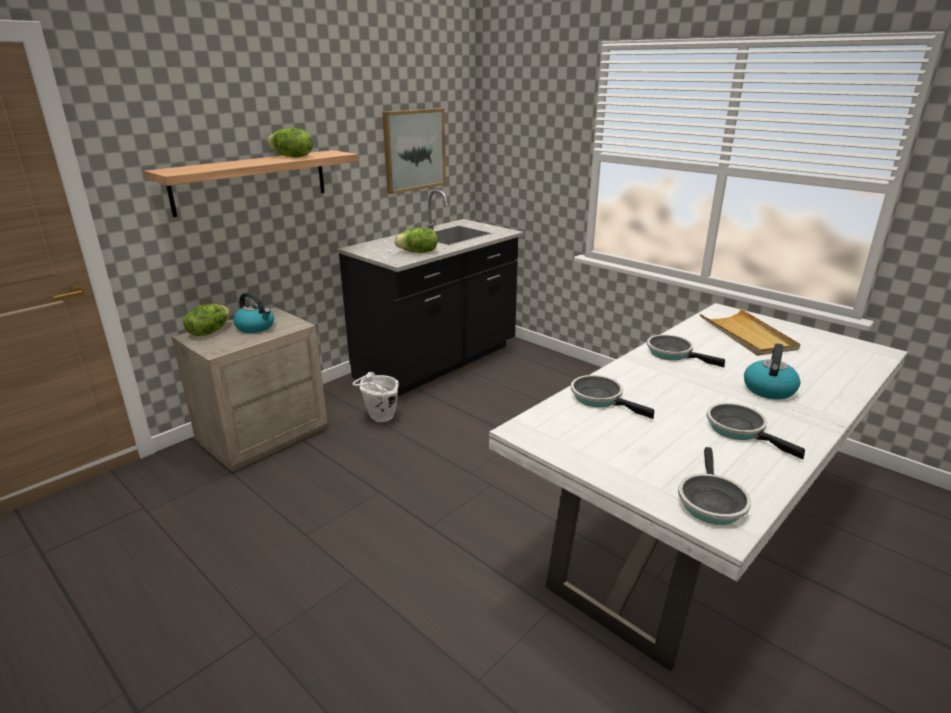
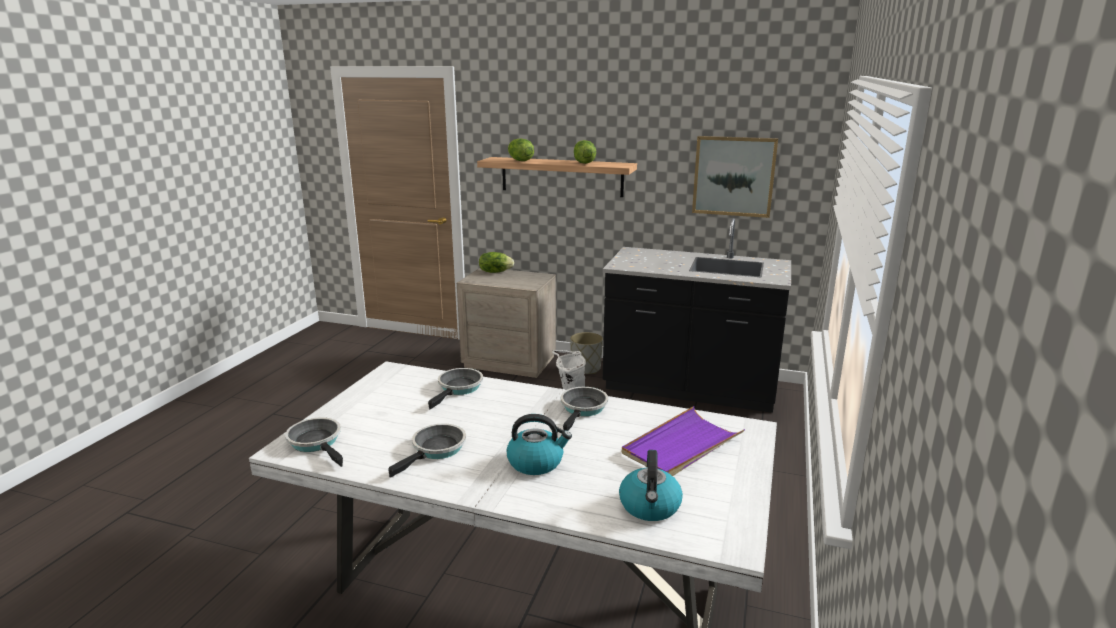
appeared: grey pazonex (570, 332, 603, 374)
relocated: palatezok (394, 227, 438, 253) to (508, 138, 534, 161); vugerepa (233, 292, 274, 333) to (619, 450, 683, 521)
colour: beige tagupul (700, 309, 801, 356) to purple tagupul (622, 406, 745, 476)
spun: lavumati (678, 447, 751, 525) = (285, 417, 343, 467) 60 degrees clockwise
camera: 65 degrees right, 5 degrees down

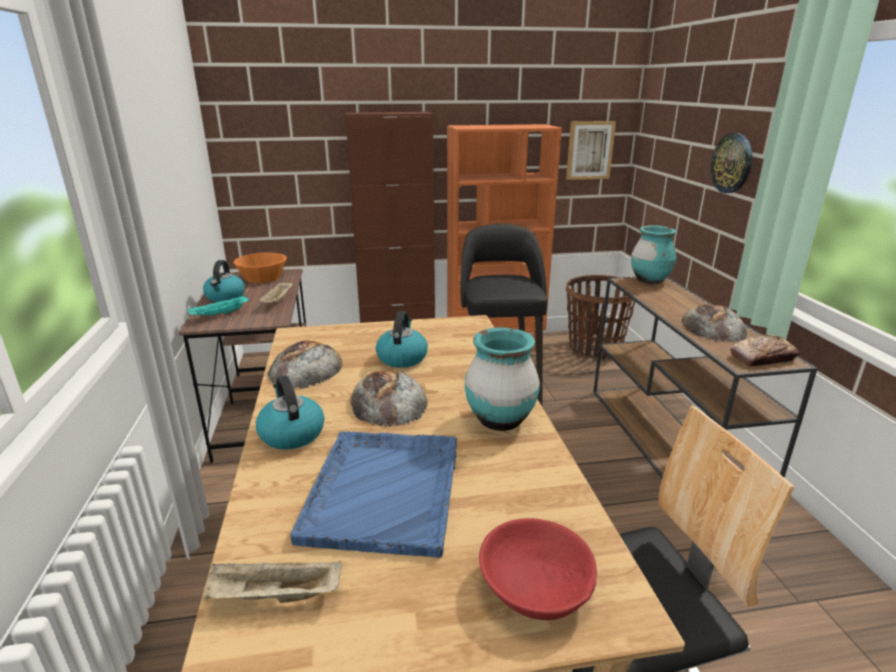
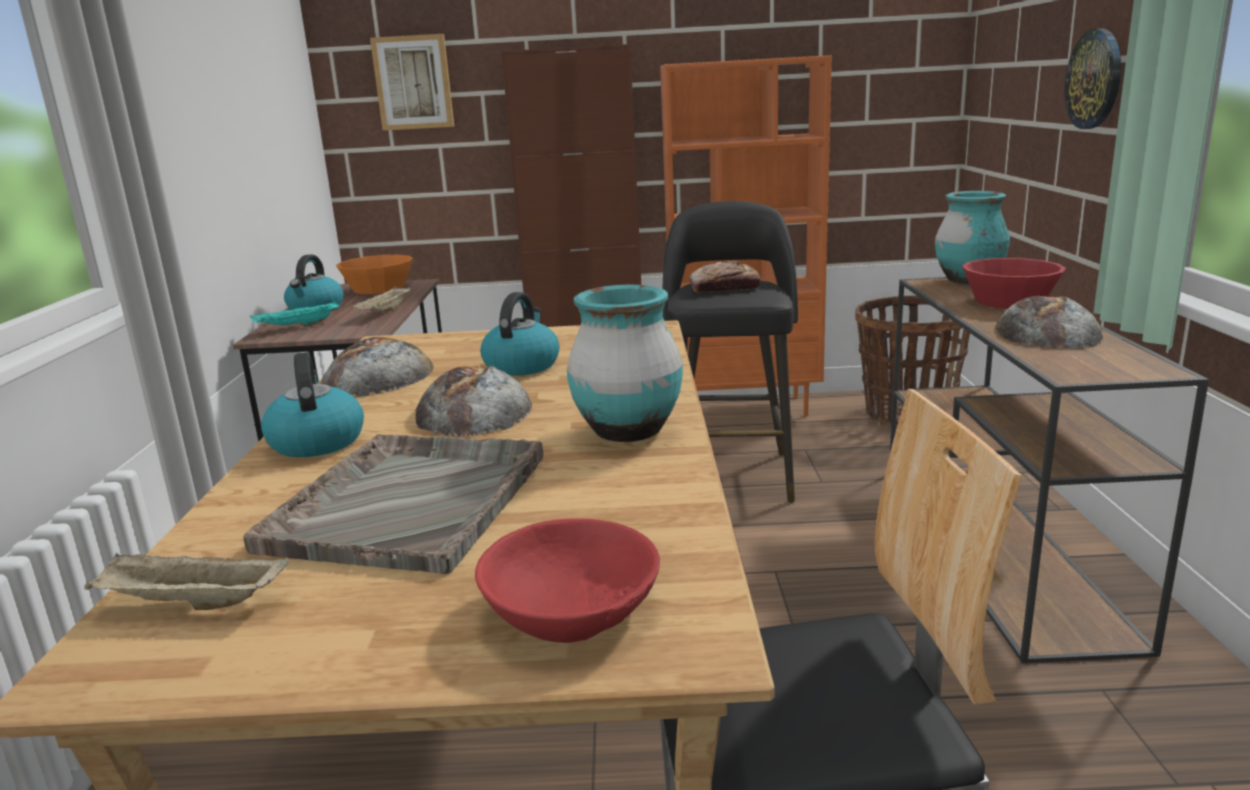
appeared: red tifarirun (962, 258, 1066, 309)
relocated: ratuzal (566, 121, 616, 180) to (370, 34, 454, 131); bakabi (730, 334, 799, 366) to (689, 261, 761, 293)
colour: blue tagupul (290, 431, 457, 558) to grey tagupul (243, 434, 543, 574)
camera: 10 degrees right, 5 degrees down

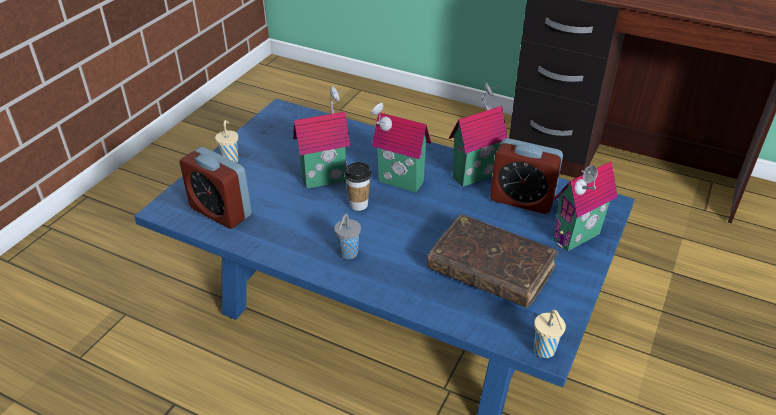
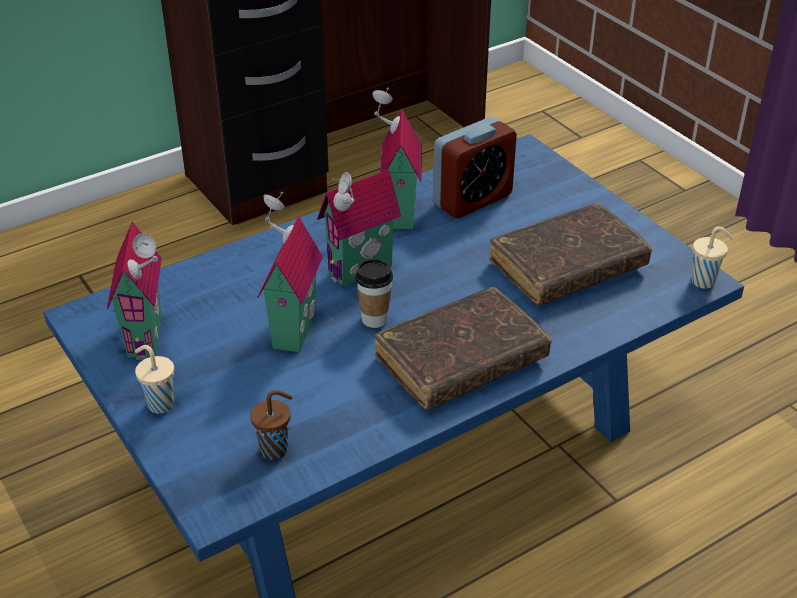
relocated: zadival (553, 161, 618, 251) to (107, 221, 162, 360)
exchanged: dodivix (180, 147, 252, 229) to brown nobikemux (250, 390, 292, 460); grey nobikemux (334, 214, 361, 259) to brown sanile (374, 287, 552, 410)
camera: 60 degrees left, 0 degrees up

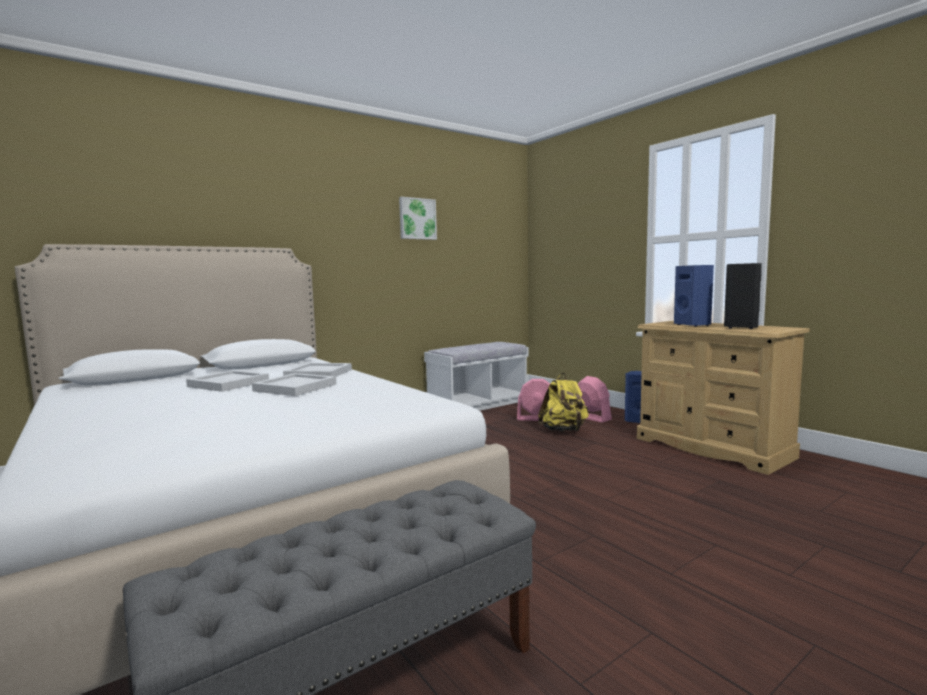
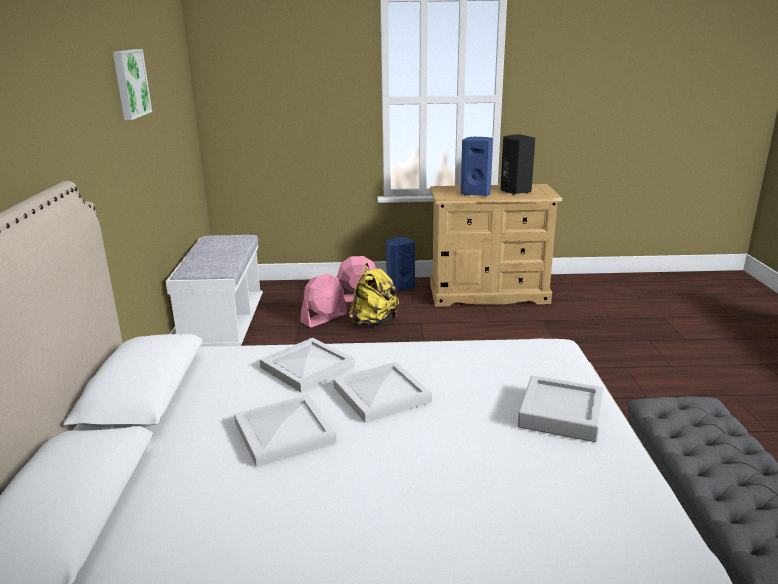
appeared: grey tagupul (518, 376, 604, 442)
camera: 55 degrees left, 15 degrees up

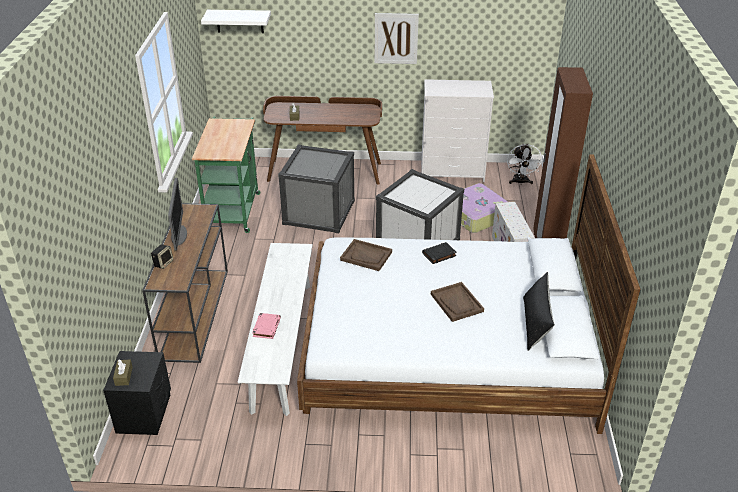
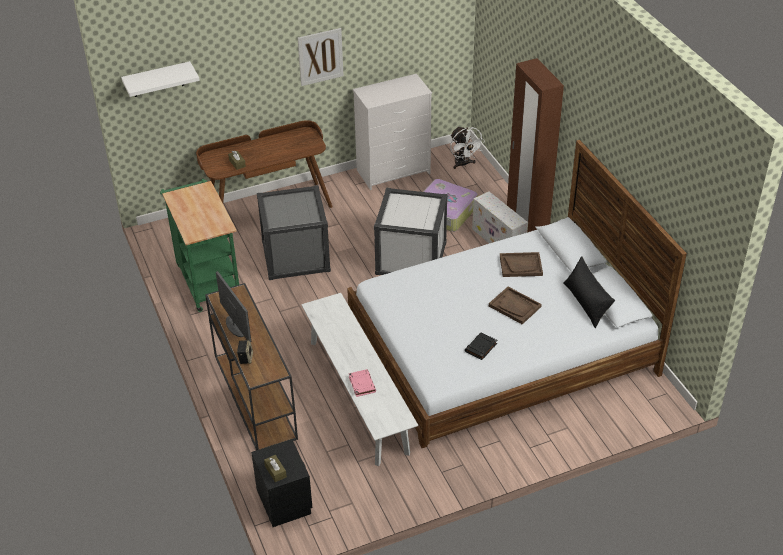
relocated: brown tagupul (340, 239, 392, 271) to (500, 252, 543, 277); black sanile (422, 242, 457, 264) to (465, 332, 497, 360)
camera: 25 degrees left, 5 degrees up

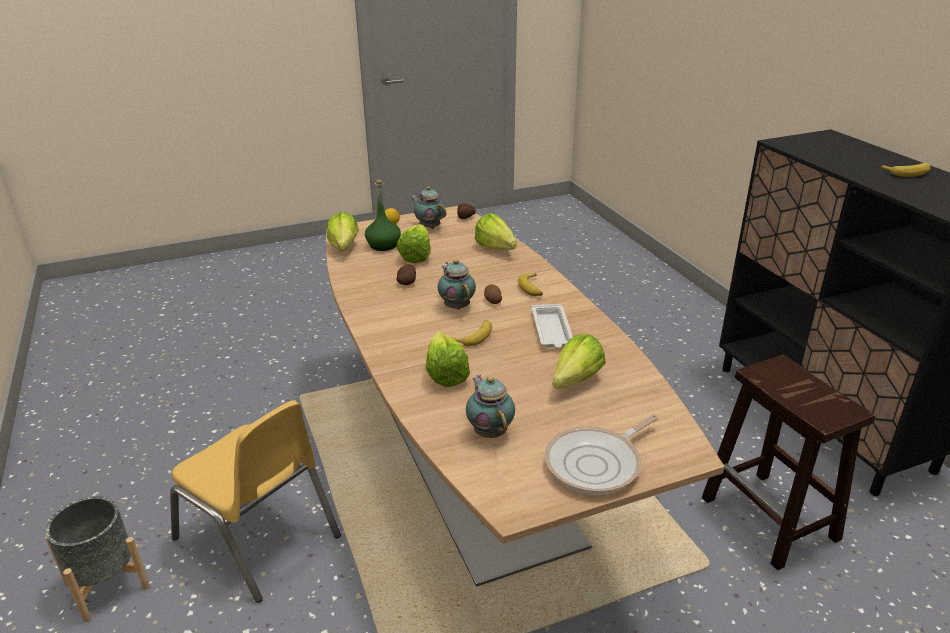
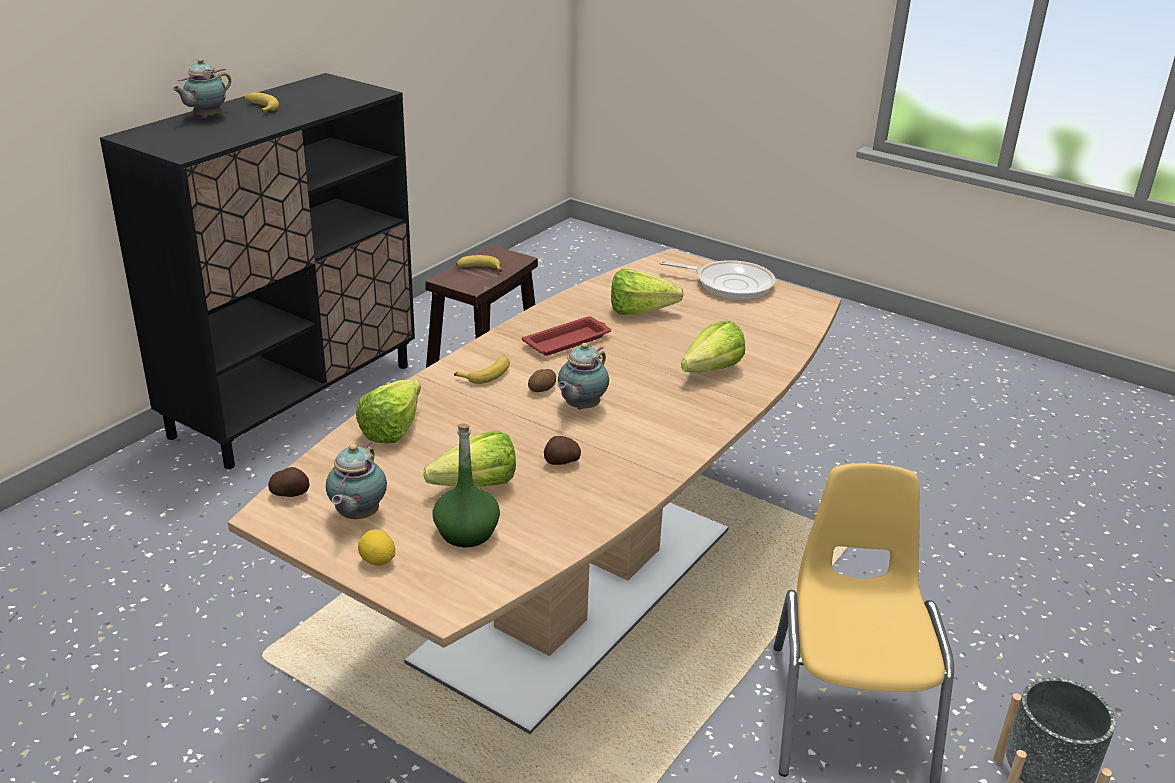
missing: palatezok (327, 212, 359, 251)
relocated: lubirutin (453, 320, 492, 346) to (456, 255, 502, 272); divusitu (466, 374, 515, 438) to (172, 59, 231, 118)
colour: white tagupul (531, 304, 573, 348) to red tagupul (522, 316, 611, 356)
camera: 125 degrees left, 0 degrees up

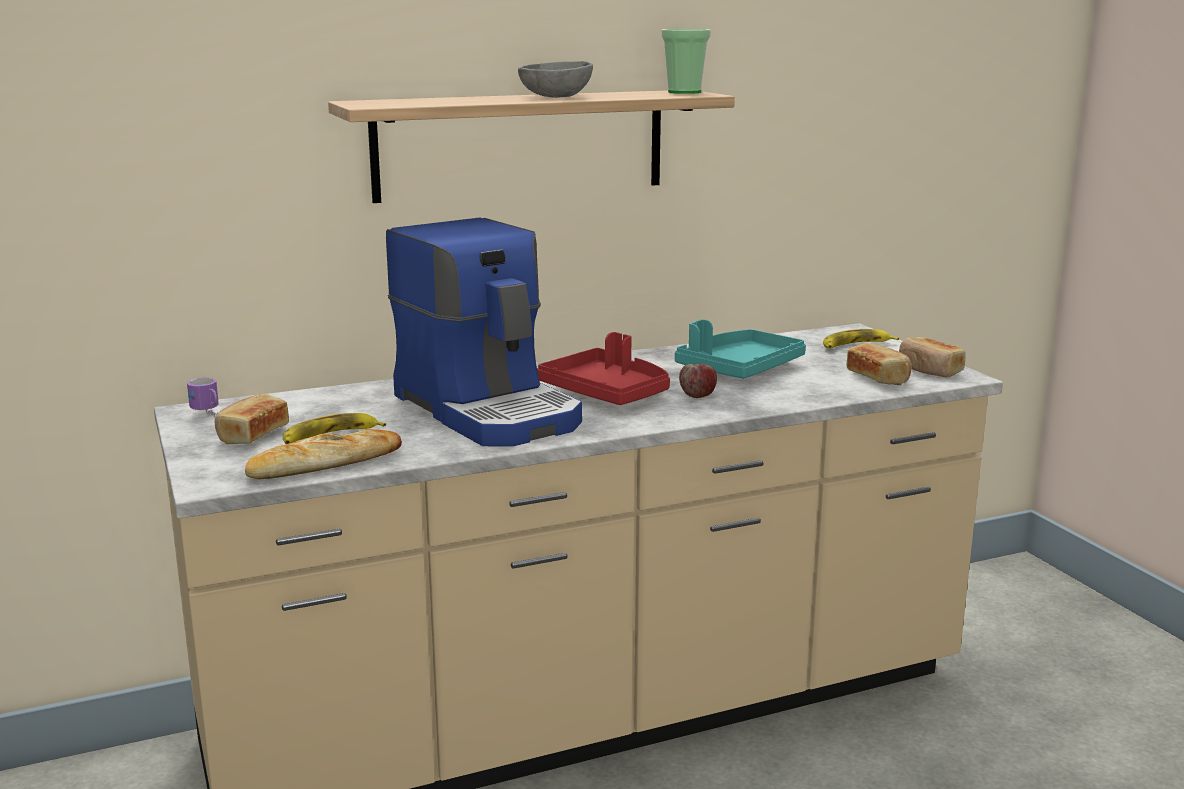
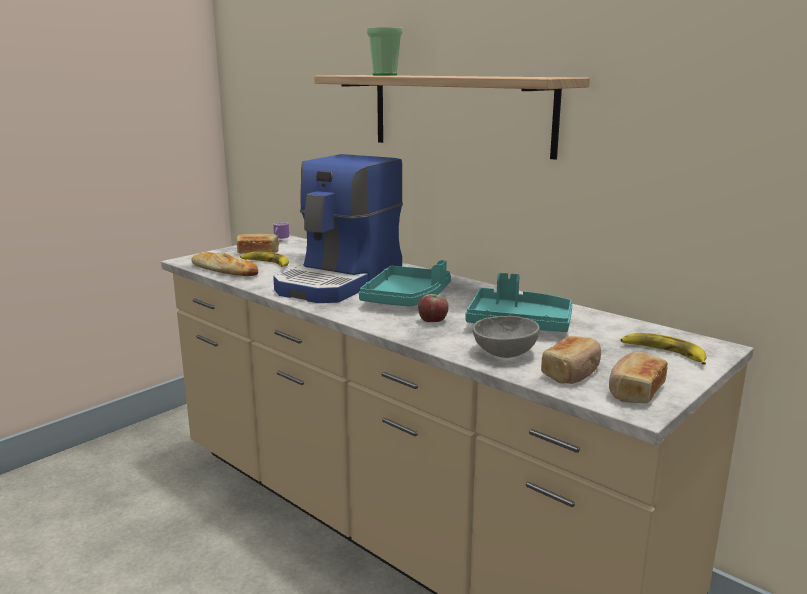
relocated: nobikemux (662, 29, 711, 94) to (366, 27, 403, 75); grey tifarirun (518, 61, 593, 98) to (473, 316, 540, 358)
colour: red tagupul (537, 332, 670, 405) to turquoise tagupul (359, 260, 451, 306)
camera: 65 degrees right, 0 degrees up

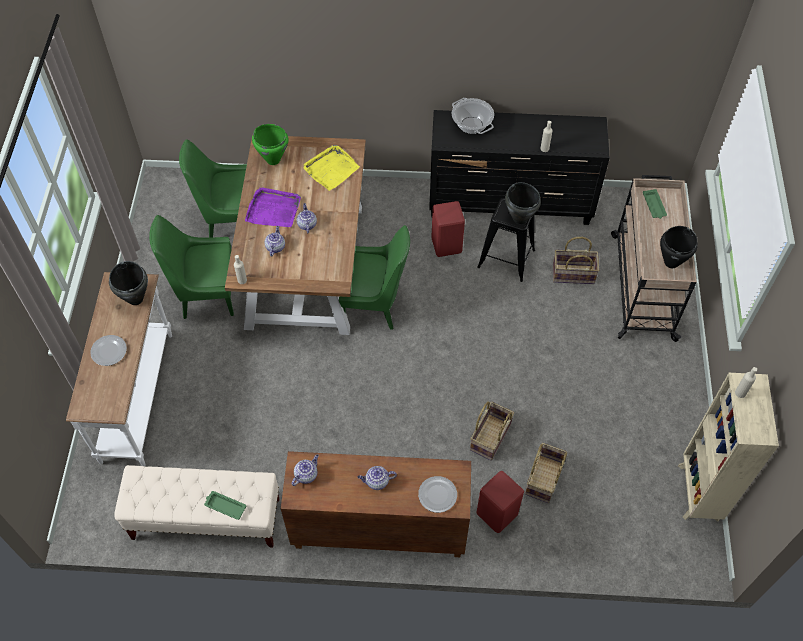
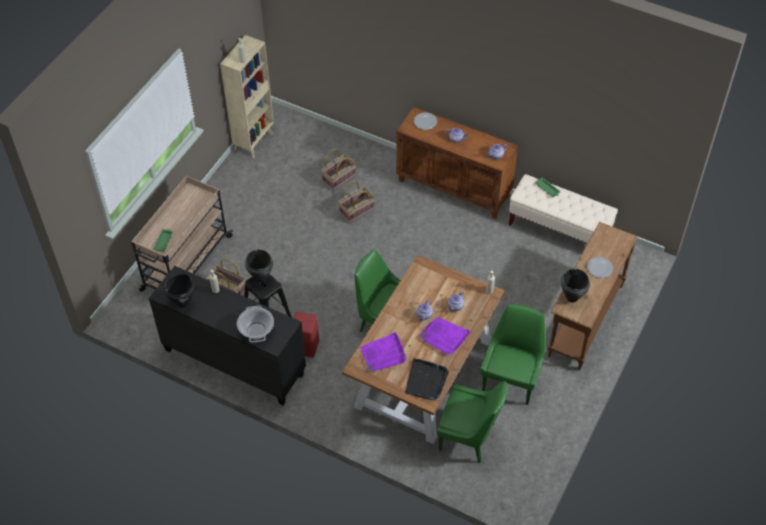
missing: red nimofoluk (476, 471, 524, 533)
relocated: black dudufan (660, 226, 698, 268) to (164, 274, 195, 308)
exchanged: green dudufan (252, 124, 289, 165) to black tagupul (405, 358, 449, 400)
colour: yellow tagupul (304, 145, 360, 191) to purple tagupul (360, 332, 406, 371); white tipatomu (66, 272, 172, 466) to brown tipatomu (548, 222, 638, 370)
spun: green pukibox (149, 215, 234, 319) = (480, 304, 546, 405) 90 degrees counterclockwise
camera: 155 degrees left, 5 degrees down

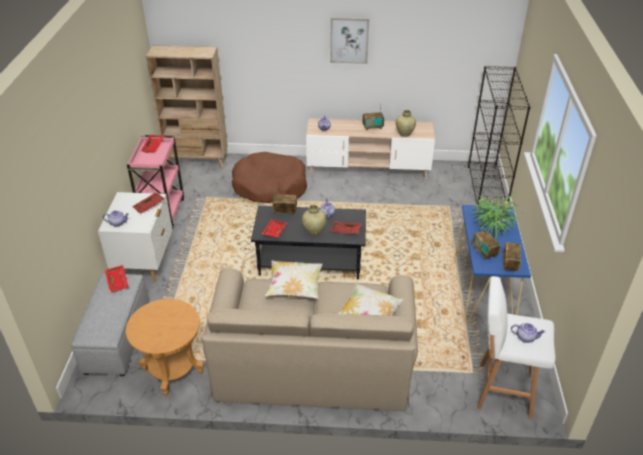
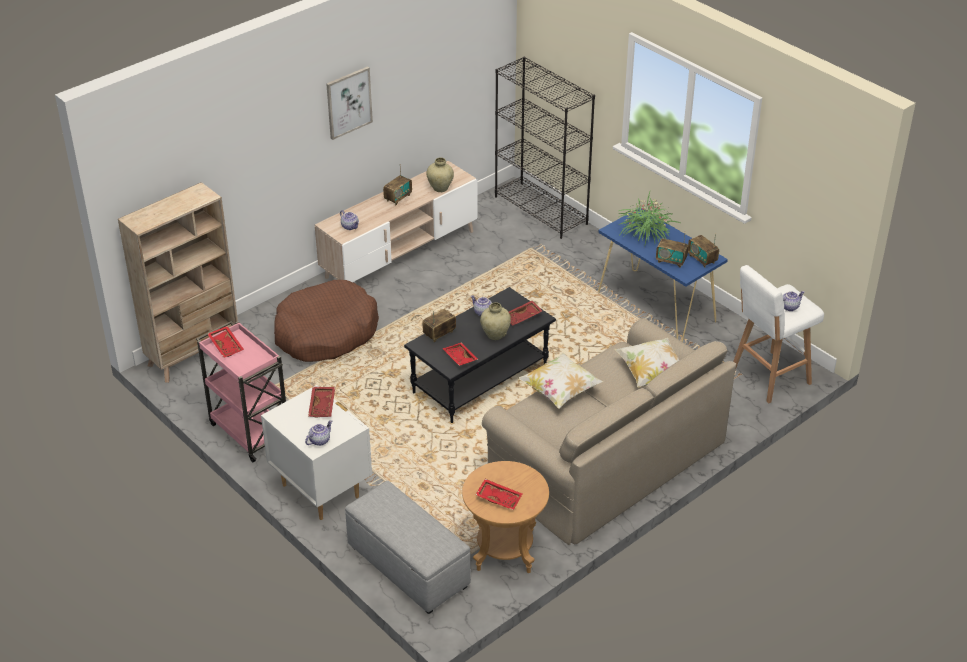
relocated: red tagupul (105, 265, 129, 293) to (476, 479, 522, 510)
camera: 45 degrees left, 0 degrees up

